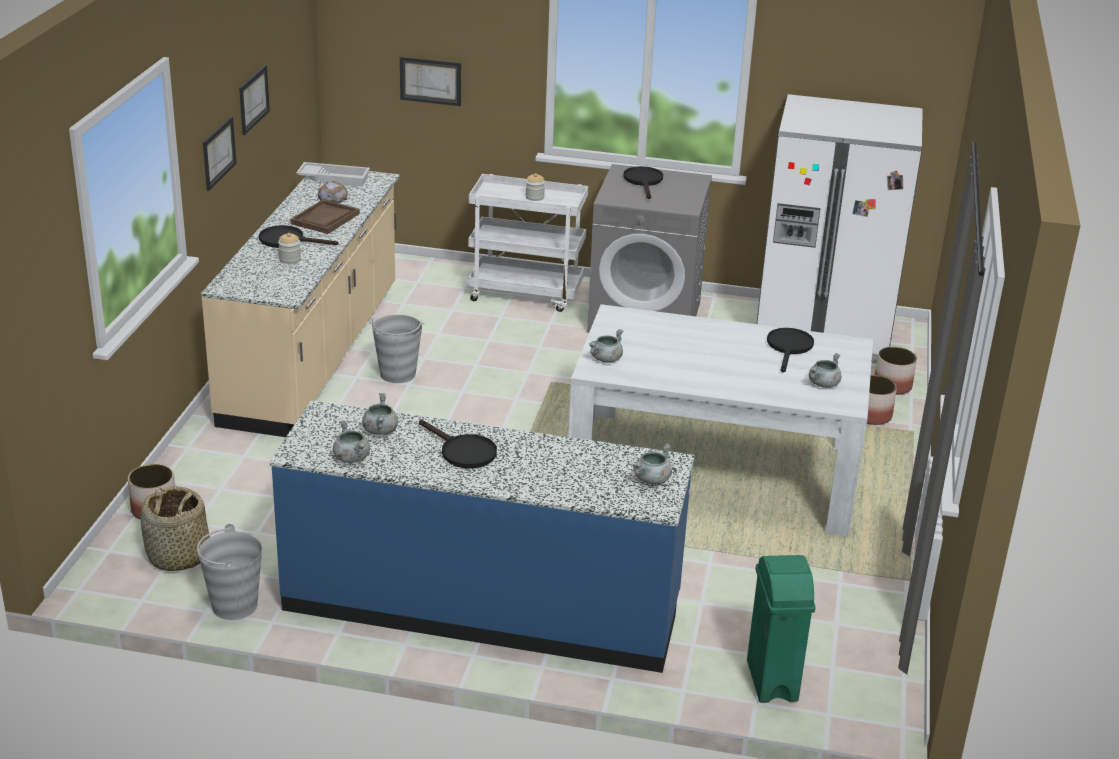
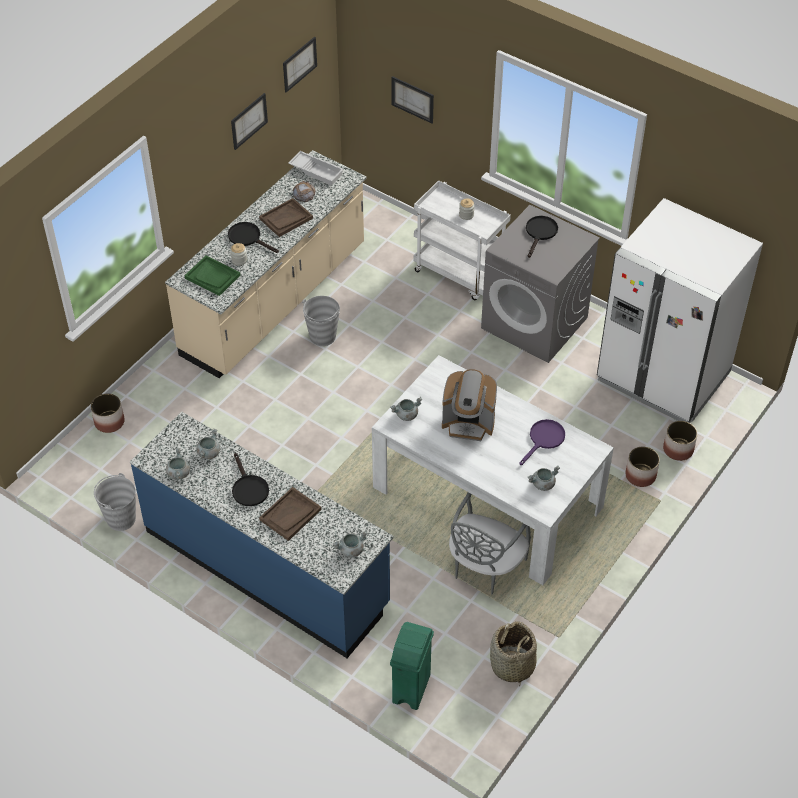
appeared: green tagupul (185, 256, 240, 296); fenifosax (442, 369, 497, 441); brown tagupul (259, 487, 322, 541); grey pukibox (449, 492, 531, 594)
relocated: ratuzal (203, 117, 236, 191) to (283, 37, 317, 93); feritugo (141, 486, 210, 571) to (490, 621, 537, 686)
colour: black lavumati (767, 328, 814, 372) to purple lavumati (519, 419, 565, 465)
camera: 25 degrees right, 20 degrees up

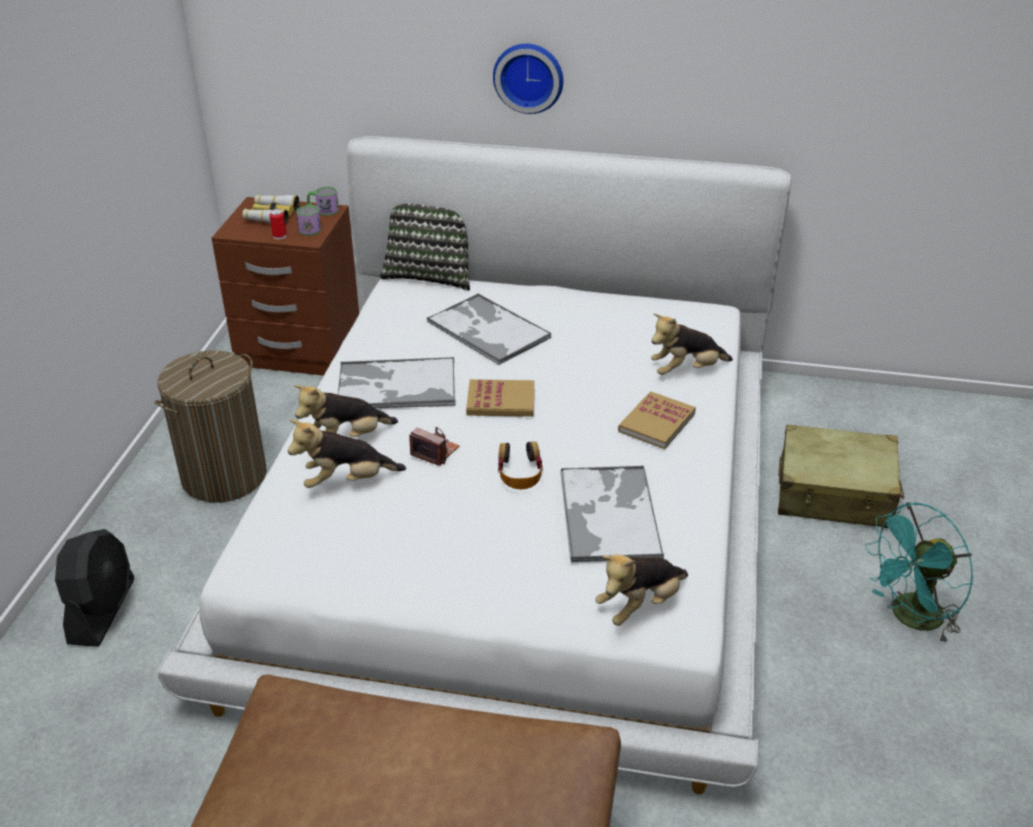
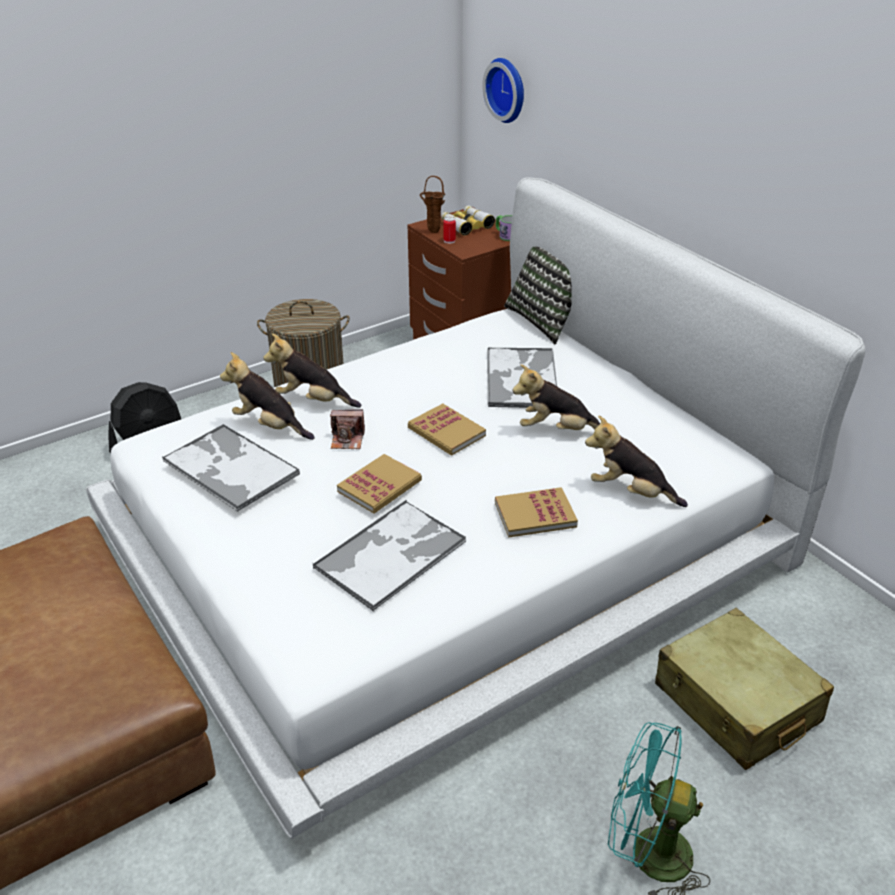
missing: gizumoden (296, 204, 321, 236)
appeared: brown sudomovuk (420, 176, 445, 233)
relocated: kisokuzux (493, 44, 563, 114) to (482, 58, 524, 123); tagupul (337, 357, 456, 408) to (162, 424, 300, 512); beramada (595, 554, 688, 626) to (512, 364, 600, 430)
exchanged: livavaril (498, 442, 543, 489) to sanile (337, 454, 422, 513)
spun: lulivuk (409, 427, 459, 466) = (330, 409, 365, 449) 105 degrees clockwise
camera: 45 degrees right, 0 degrees up

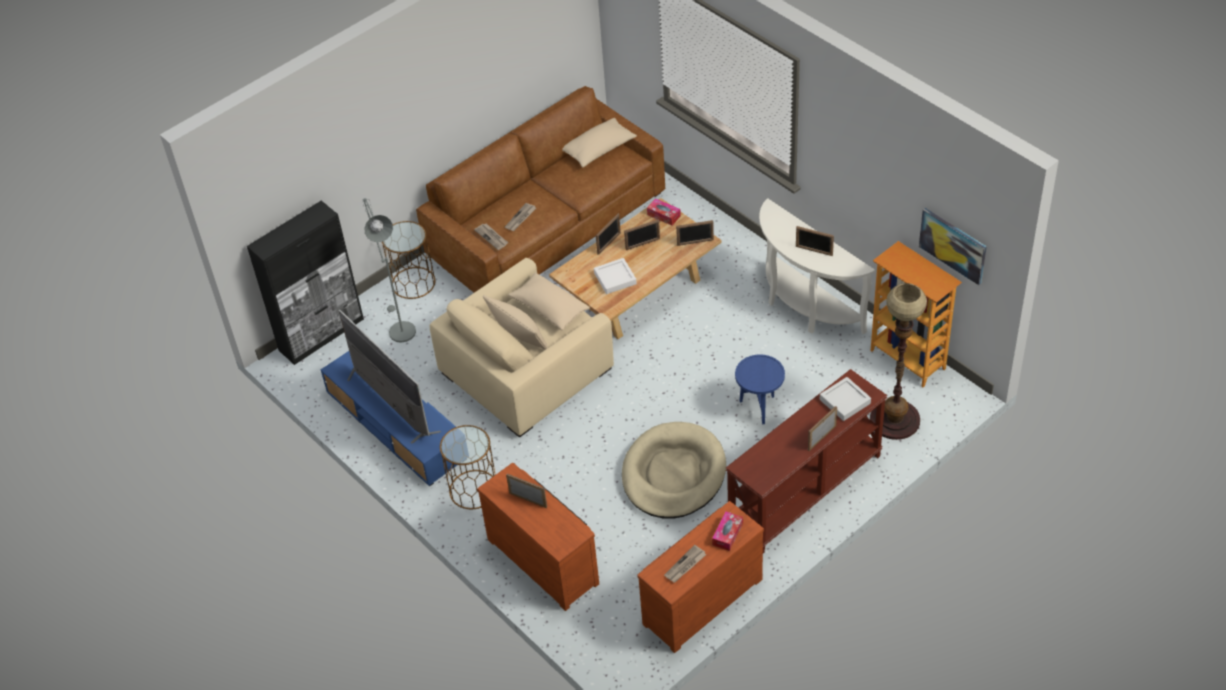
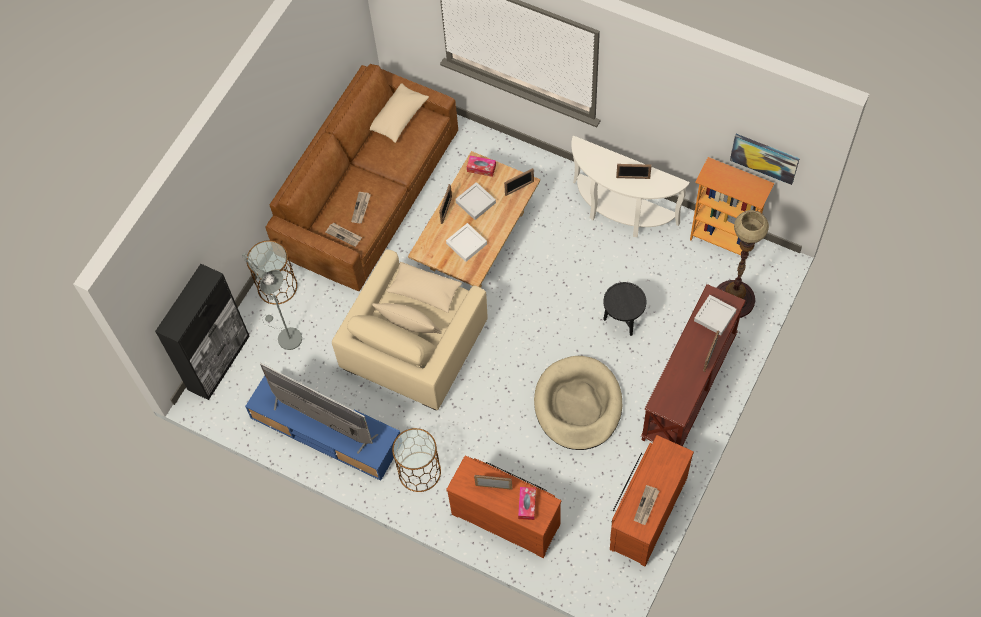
relocated: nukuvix (712, 511, 743, 551) to (518, 487, 536, 520)
exchanged: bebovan (624, 219, 660, 250) to grey tagupul (455, 182, 496, 220)
colour: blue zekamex (735, 354, 785, 424) to black zekamex (603, 282, 646, 336)
camera: 20 degrees left, 15 degrees up

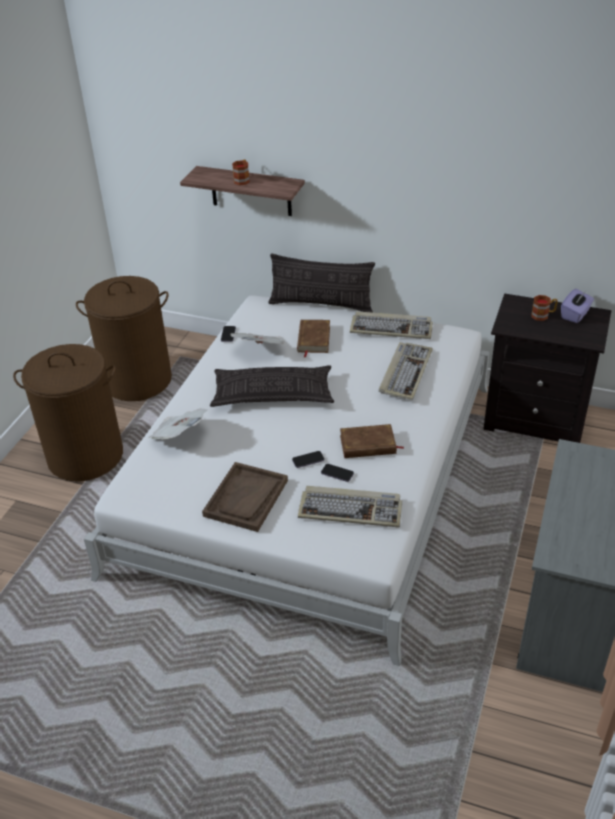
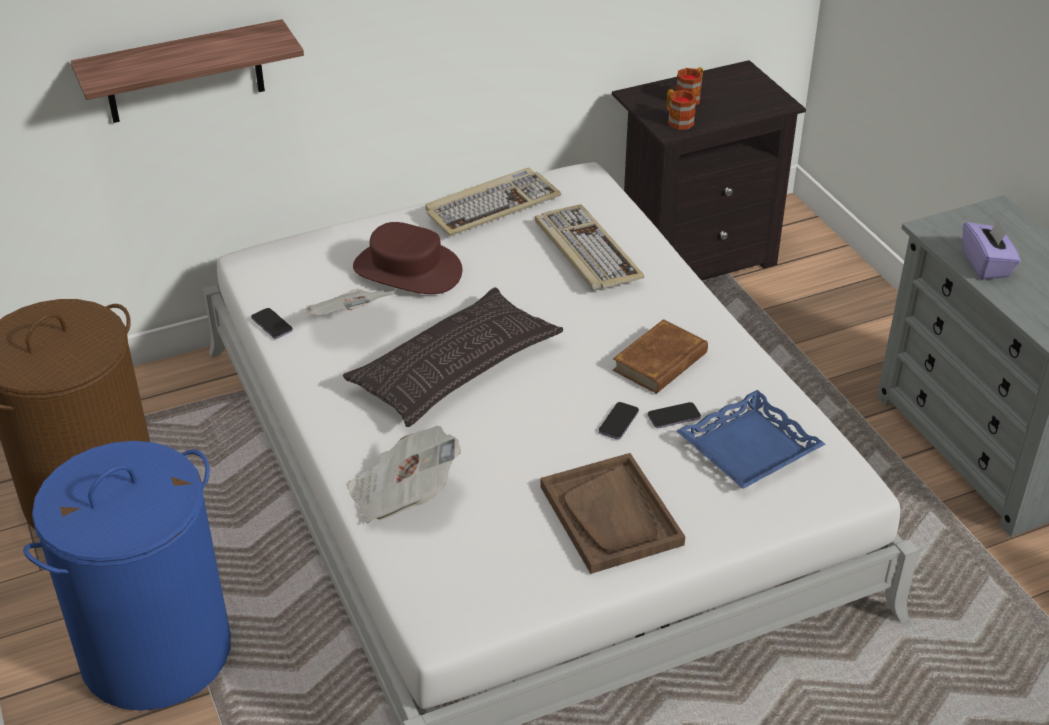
missing: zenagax (268, 253, 375, 313)
relocated: gizumoden (232, 160, 250, 185) to (667, 89, 696, 130); purple nukuvix (561, 289, 594, 323) to (963, 218, 1021, 280)
exchanged: brown sanile (297, 320, 330, 358) to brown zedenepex (353, 222, 462, 294); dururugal (298, 486, 402, 528) to blue tagupul (677, 390, 825, 489)
colour: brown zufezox (13, 344, 123, 482) to blue zufezox (23, 441, 231, 711)
camera: 45 degrees left, 0 degrees up

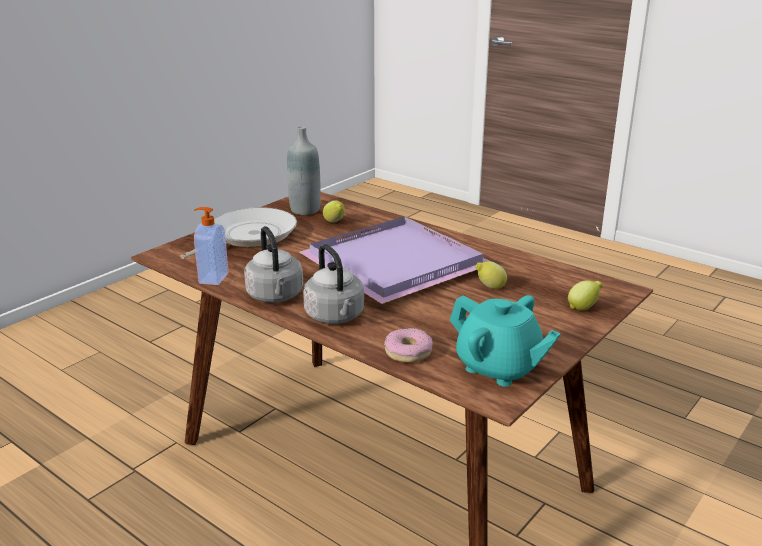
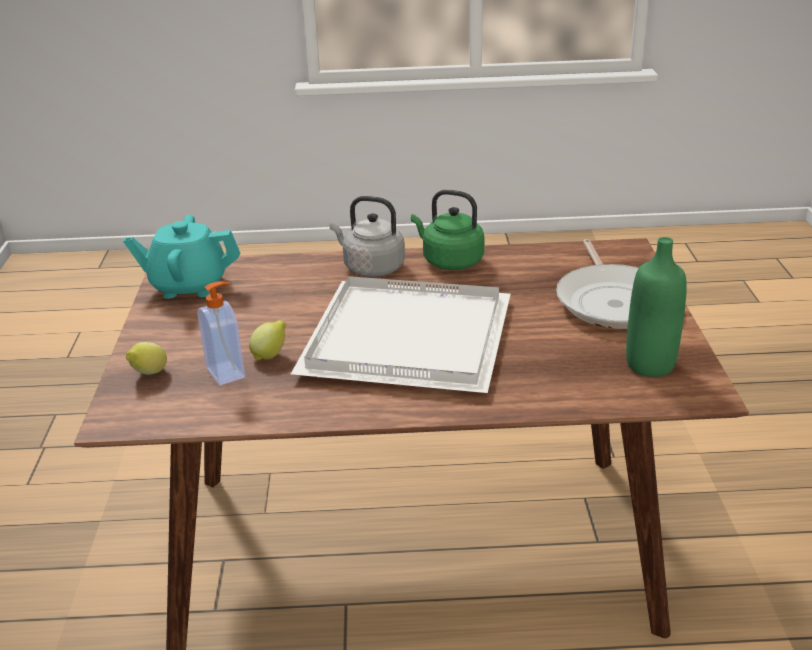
missing: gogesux (323, 200, 345, 222); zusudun (384, 328, 433, 363)
relocated: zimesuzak (194, 207, 229, 285) to (197, 281, 245, 385)
colour: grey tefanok (287, 126, 321, 215) to green tefanok (626, 237, 687, 377); purple tagupul (299, 216, 489, 304) to white tagupul (291, 276, 511, 393); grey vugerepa (244, 226, 303, 303) to green vugerepa (411, 190, 485, 270)
camera: 140 degrees right, 5 degrees up

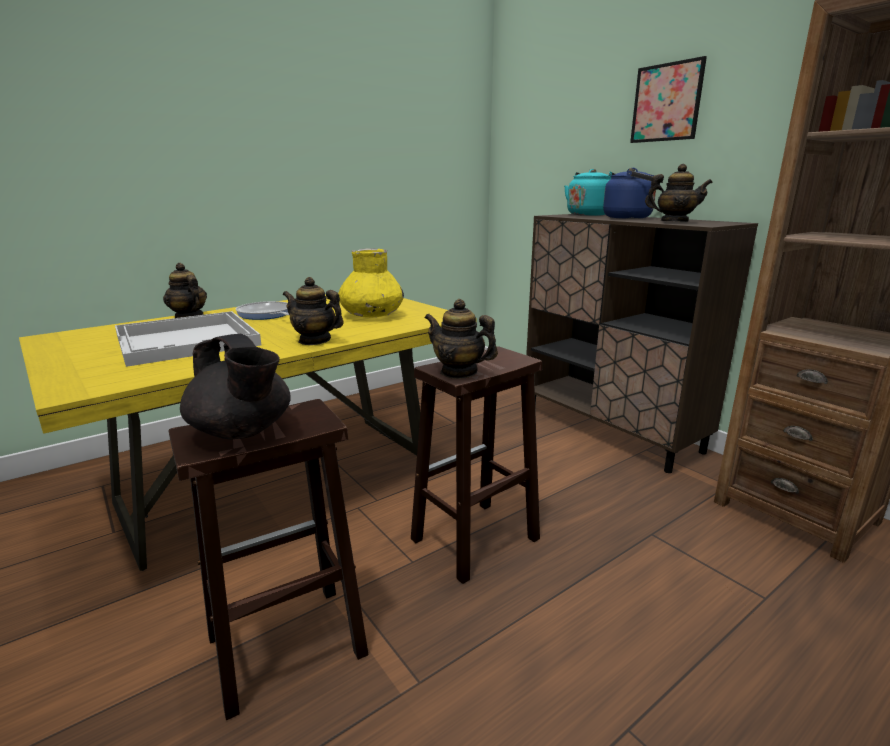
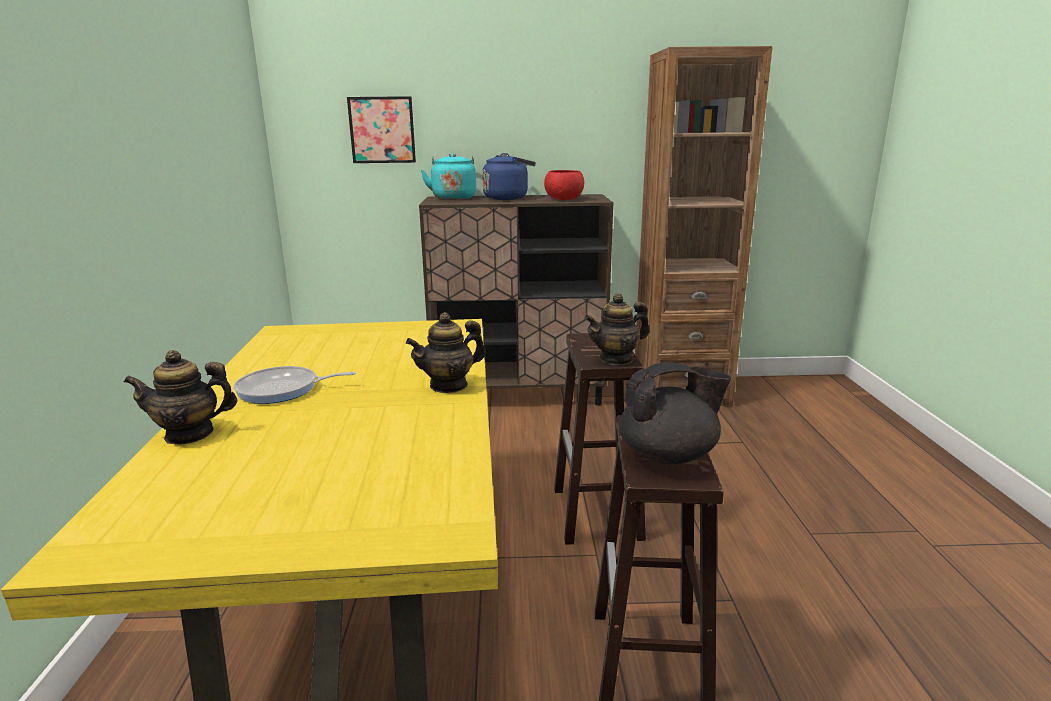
missing: yellow sudomovuk (339, 248, 404, 318); white tagupul (115, 311, 261, 367)
relocated: ratuzal (630, 56, 707, 143) to (347, 96, 416, 163)
exchanged: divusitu (645, 164, 713, 222) to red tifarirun (544, 170, 584, 200)
camera: 55 degrees left, 0 degrees up

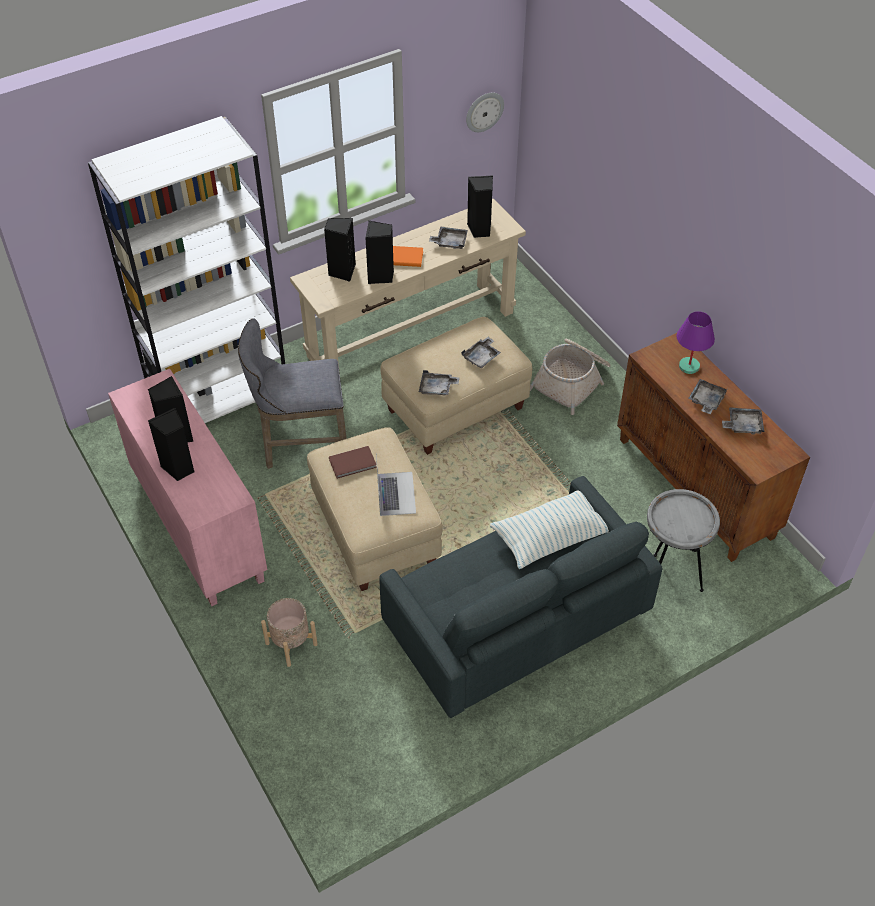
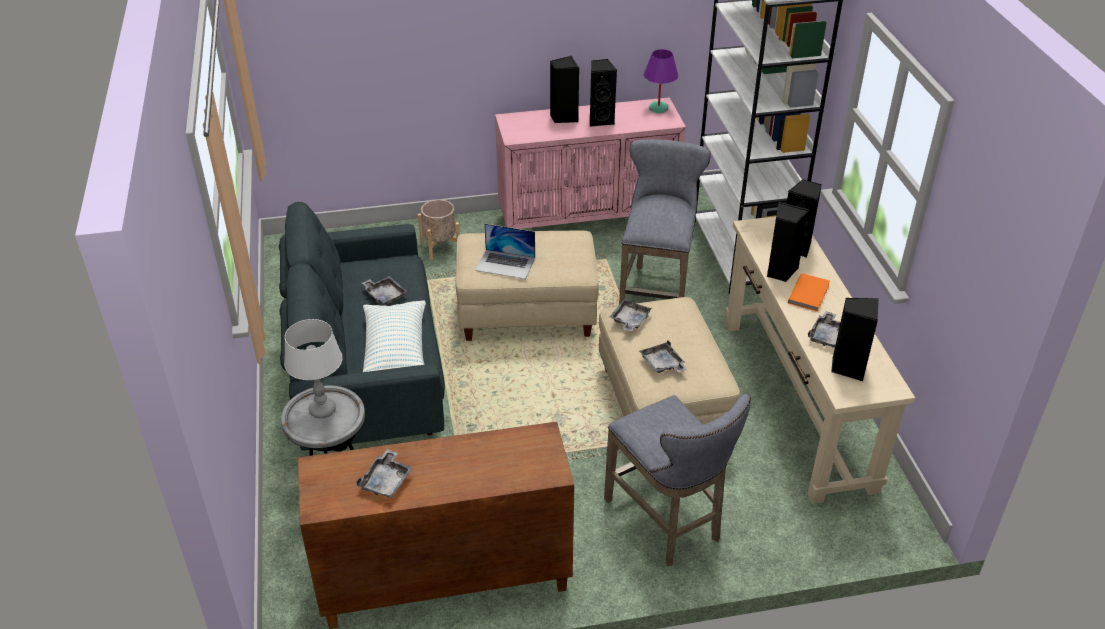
missing: kisokuzux (466, 92, 504, 132); brown sanile (329, 446, 377, 479)
appeared: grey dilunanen (284, 319, 343, 418)
relocated: purple dilunanen (676, 311, 715, 374) to (644, 49, 678, 113); grey tagupul (688, 379, 727, 414) to (362, 276, 407, 306)
exchanged: feritugo (530, 339, 611, 415) to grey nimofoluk (604, 394, 751, 566)
camera: 110 degrees right, 10 degrees down

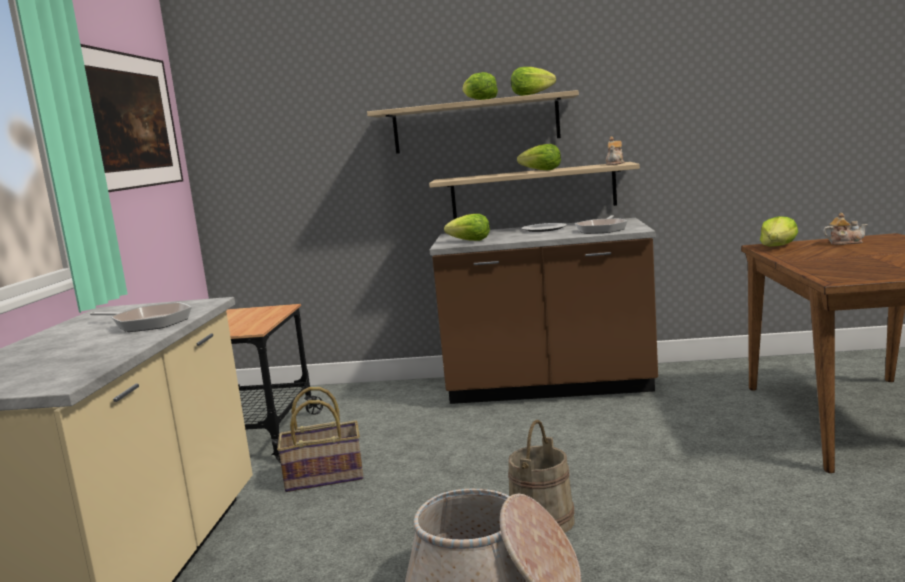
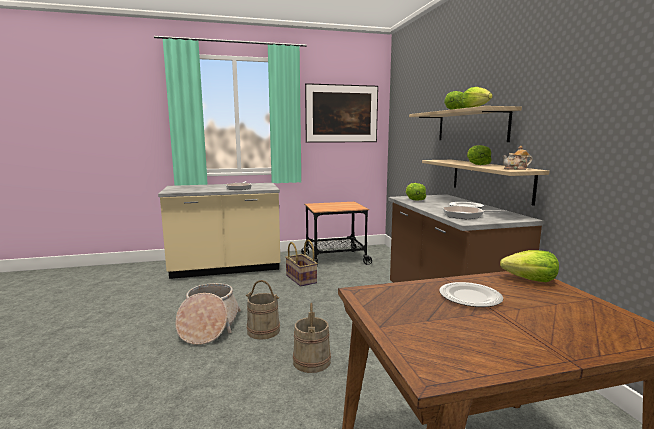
missing: divusitu (823, 213, 868, 245)
appeared: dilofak (440, 282, 503, 307); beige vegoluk (293, 303, 331, 373)
camera: 70 degrees right, 0 degrees up

